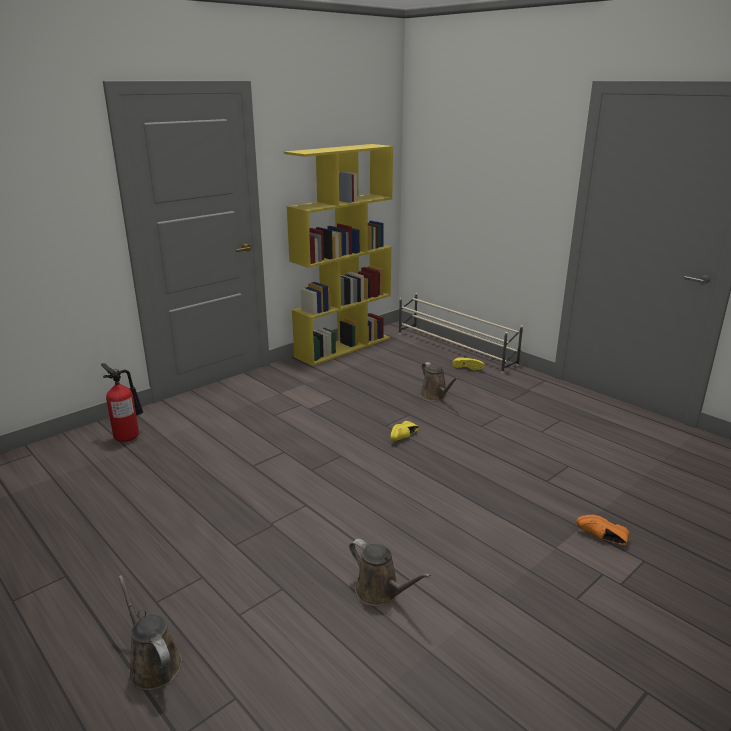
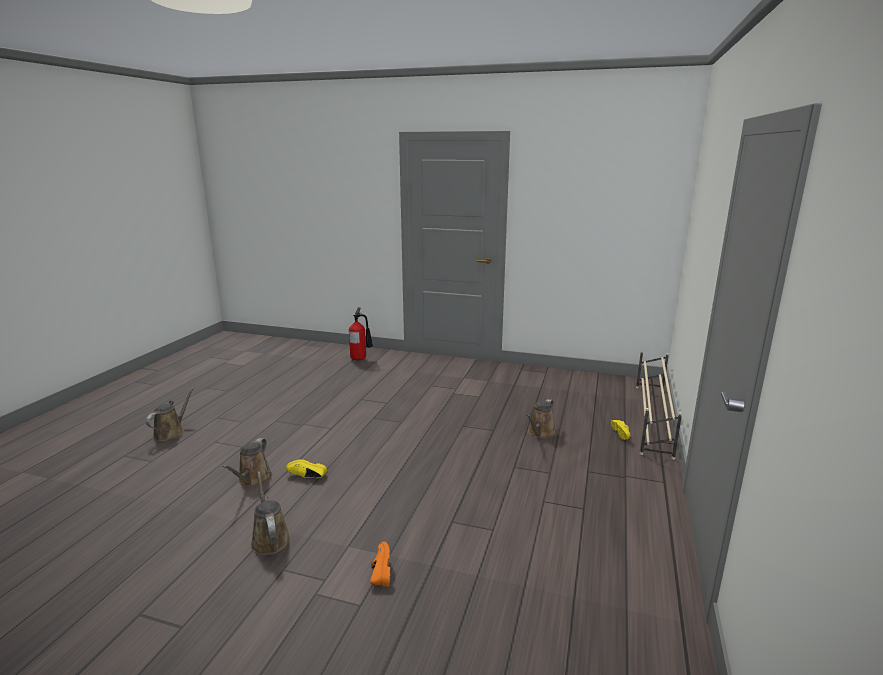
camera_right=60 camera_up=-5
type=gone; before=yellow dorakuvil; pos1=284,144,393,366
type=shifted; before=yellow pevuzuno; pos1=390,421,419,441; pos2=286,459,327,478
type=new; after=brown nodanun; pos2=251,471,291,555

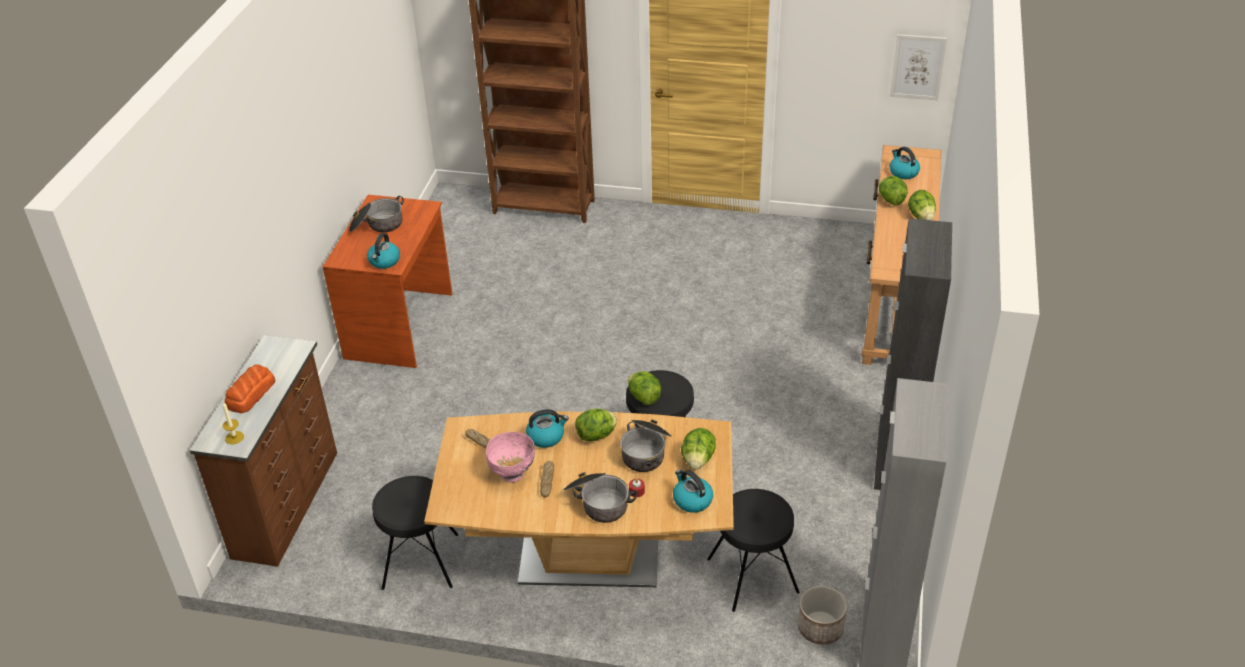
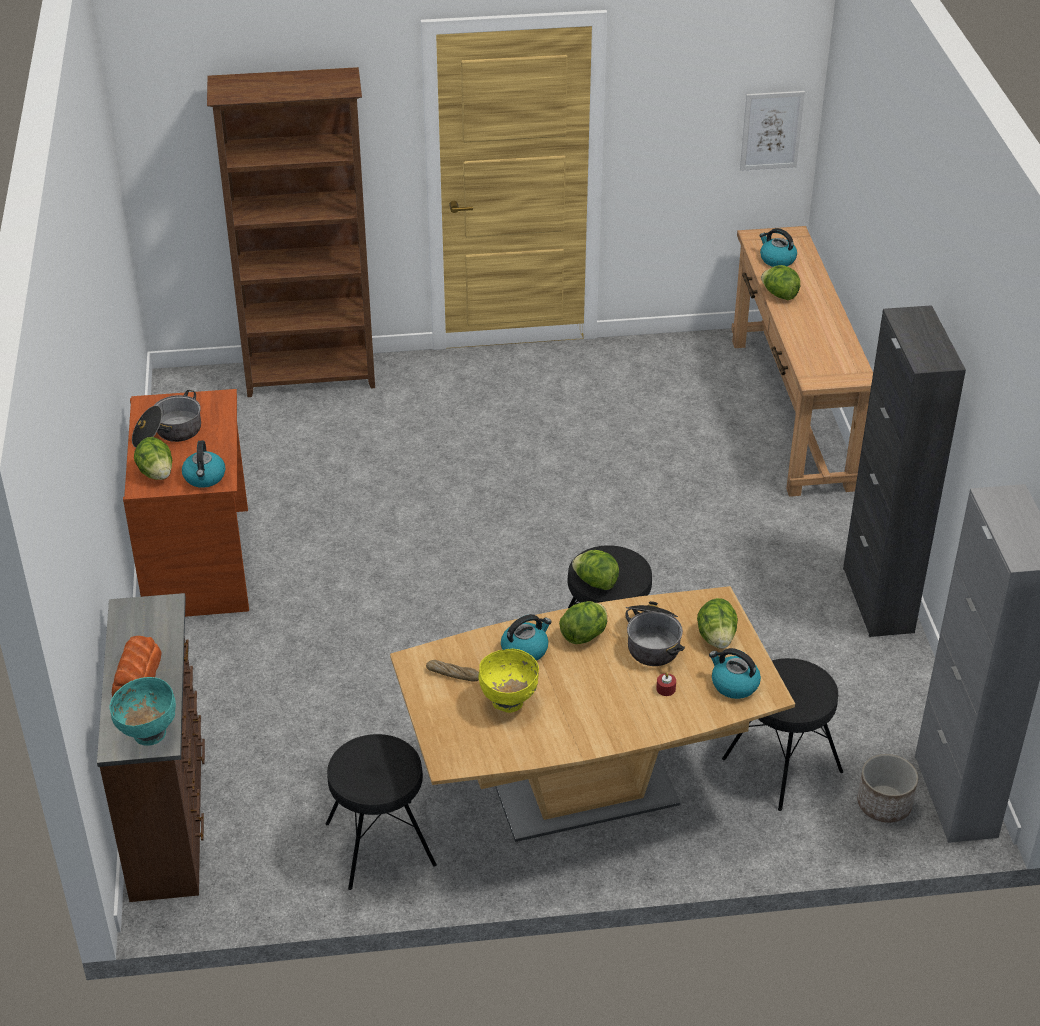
camera_right=-20 camera_up=0
type=shifted; before=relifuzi; pos1=908,190,936,220; pos2=134,437,172,480
type=swapped; before=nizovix; after=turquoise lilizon; pos1=222,402,244,444; pos2=110,677,176,746
type=repainted; before=pink lilizon; after=yellow lilizon; pos1=486,432,535,482; pos2=478,649,539,713
type=gone; before=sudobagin; pos1=540,461,554,497
type=gone; before=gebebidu; pos1=564,472,638,523

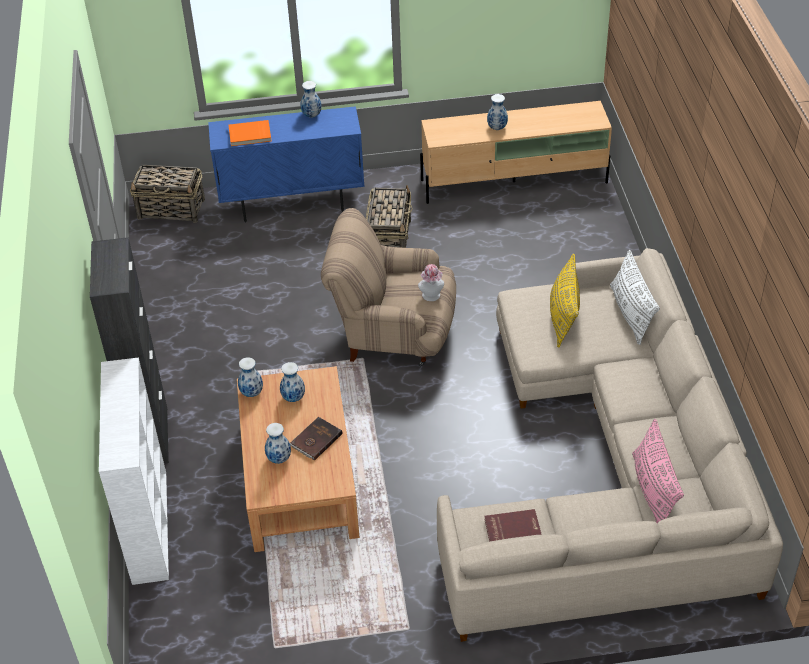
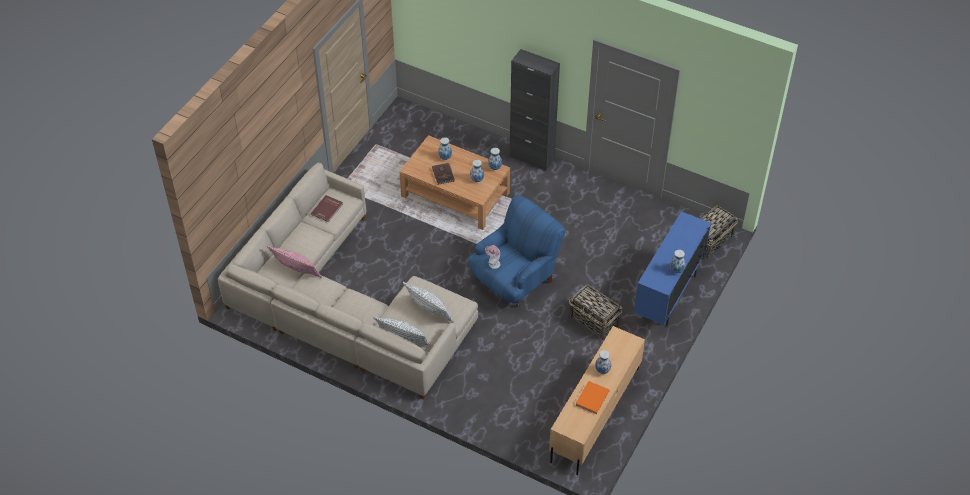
camera_right=125 camera_up=5
type=shifted; before=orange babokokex; pos1=229,120,271,146; pos2=576,381,610,414
type=repainted; before=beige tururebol; after=blue tururebol; pos1=321,208,456,367; pos2=468,195,565,306
type=repainted; before=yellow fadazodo; after=white fadazodo; pos1=550,253,580,347; pos2=403,282,454,323
type=gone; before=white dorakuvil; pos1=99,357,169,585

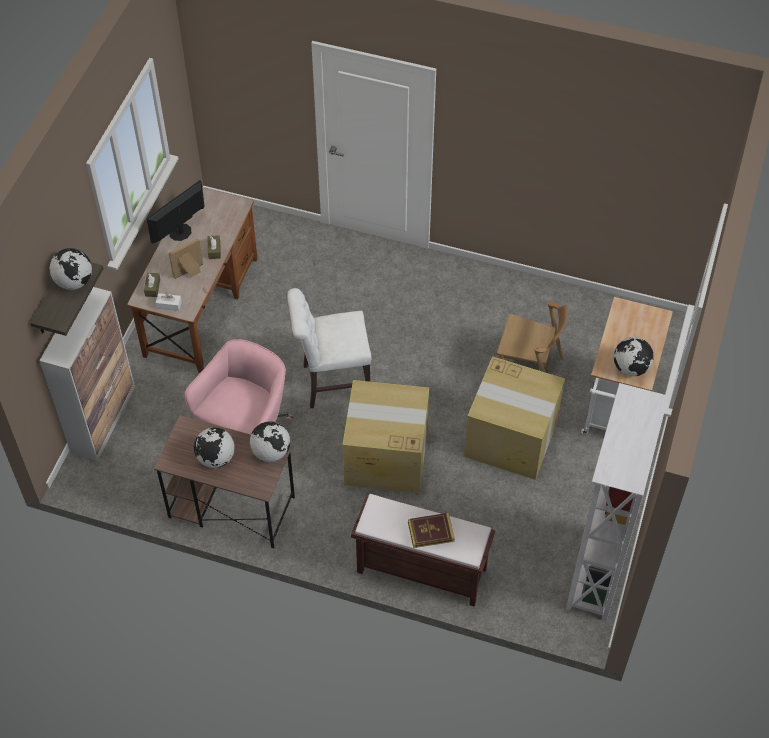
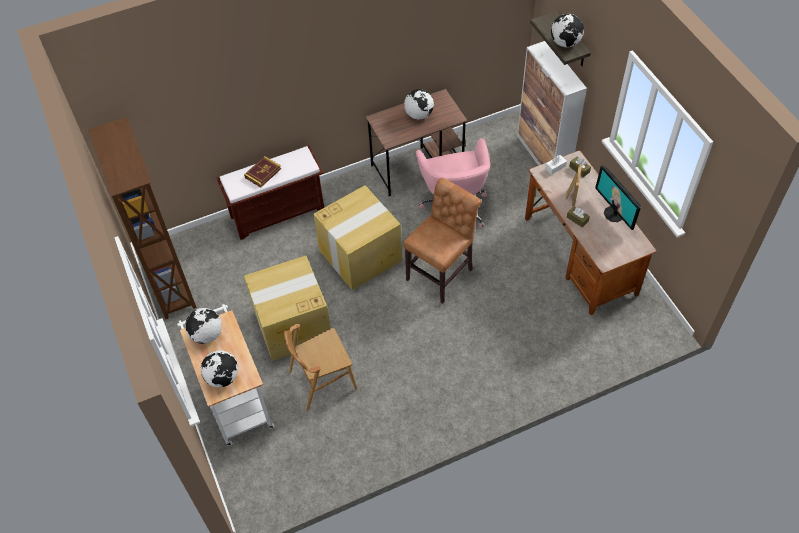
camera_right=140 camera_up=0
type=rotated; before=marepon; pos1=147,180,204,244; pos2=595,165,641,230; turn=150
type=repainted; before=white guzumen; after=brown guzumen; pos1=287,288,371,409; pos2=403,178,482,304
type=repainted; before=white dorakuvil; after=brown dorakuvil; pos1=566,383,668,621; pos2=88,117,197,319
type=shifted; before=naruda; pos1=250,421,290,462; pos2=201,350,238,387

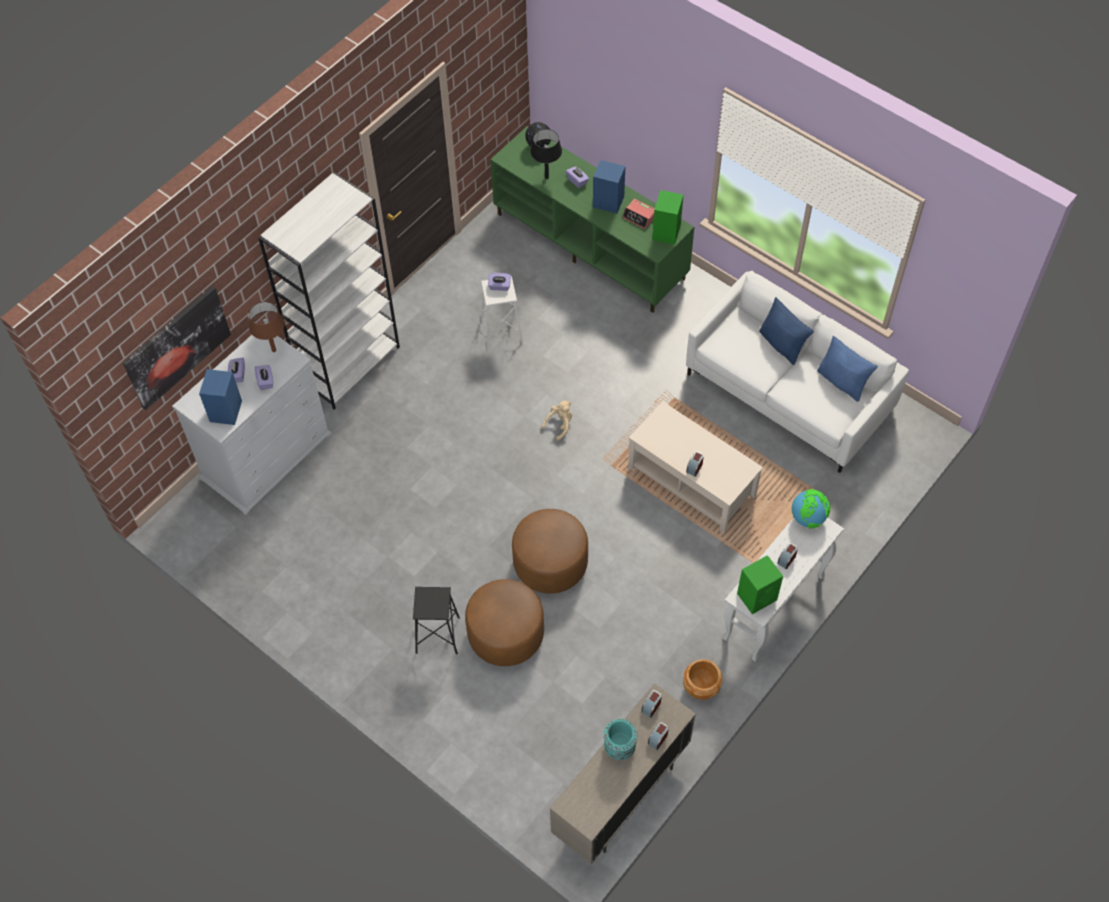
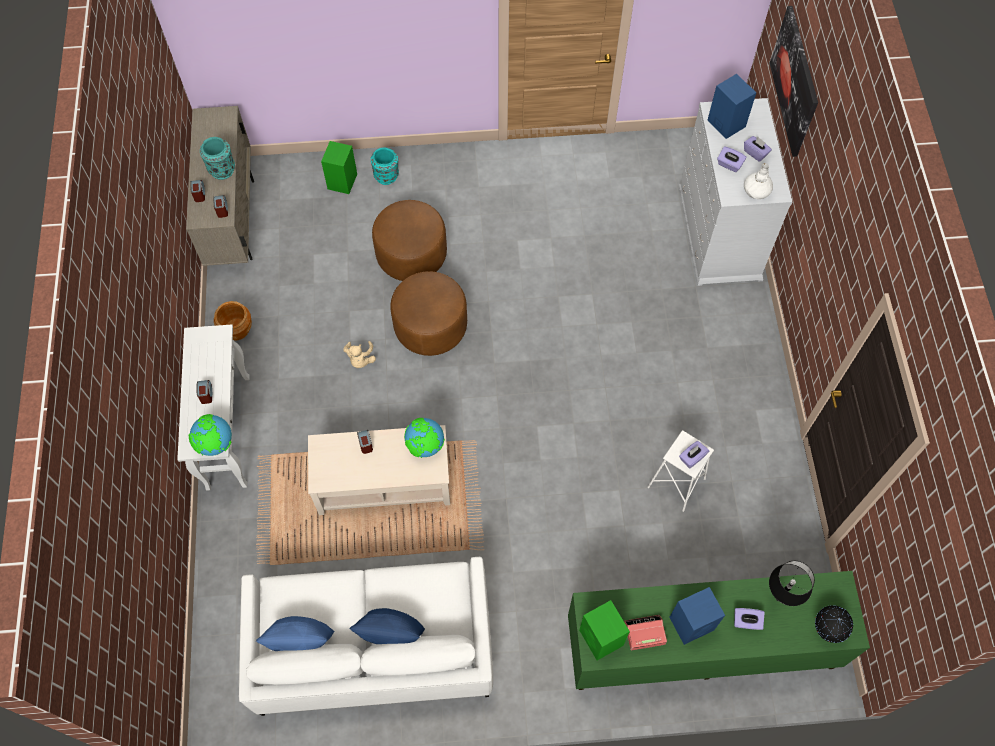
camera_right=135 camera_up=5
type=gone; before=white dorakuvil; pos1=258,172,400,409
type=swapped; before=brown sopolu; after=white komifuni; pos1=249,302,285,352; pos2=744,163,773,199
type=shifted; before=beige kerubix; pos1=541,401,572,441; pos2=343,341,376,368
type=shifted; before=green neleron; pos1=737,555,783,614; pos2=321,141,357,194
type=gone; before=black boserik; pos1=413,587,460,654
type=new; after=turquoise komifuni; pos2=371,147,399,185
type=new; after=naruda; pos2=404,418,445,458

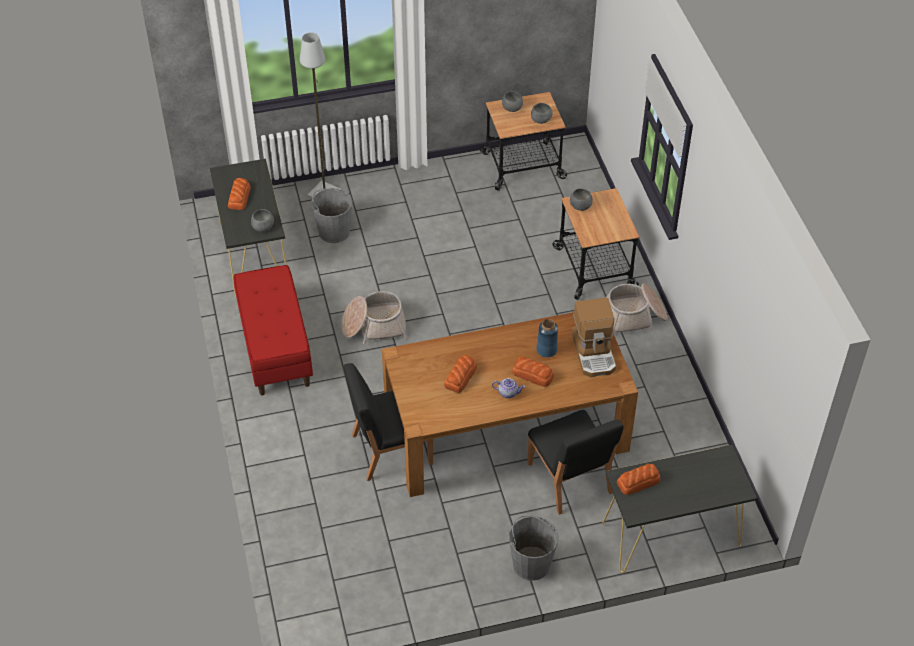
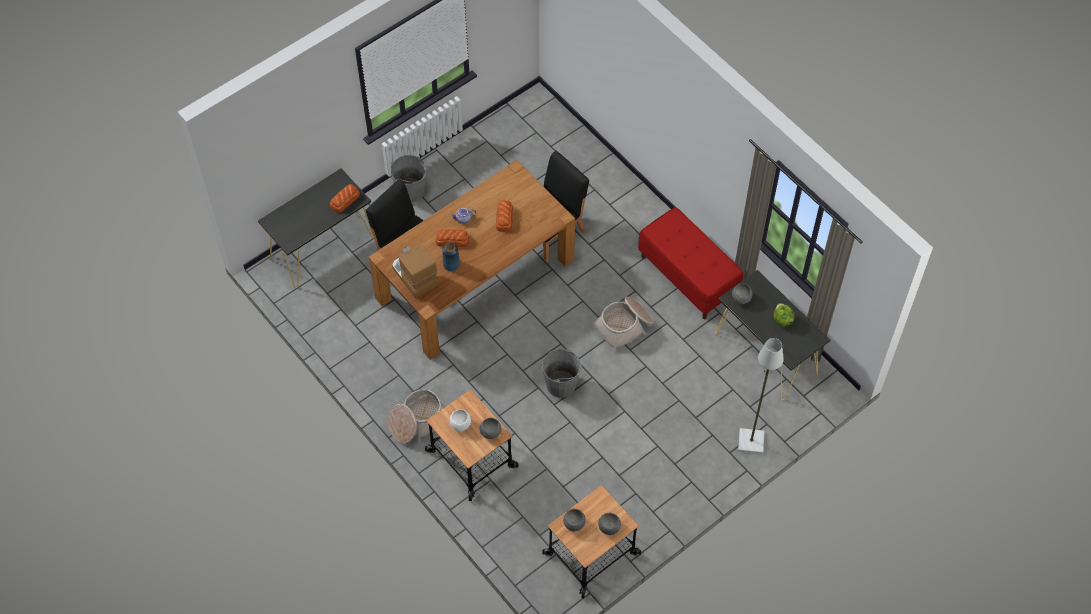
camera_right=155 camera_up=10
type=swapped; before=sudobagin; after=relifuzi; pos1=228,178,251,210; pos2=773,303,795,327
type=shifted; before=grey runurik; pos1=311,188,352,243; pos2=542,349,582,398
type=new; after=white lilizon; pos2=450,409,471,431

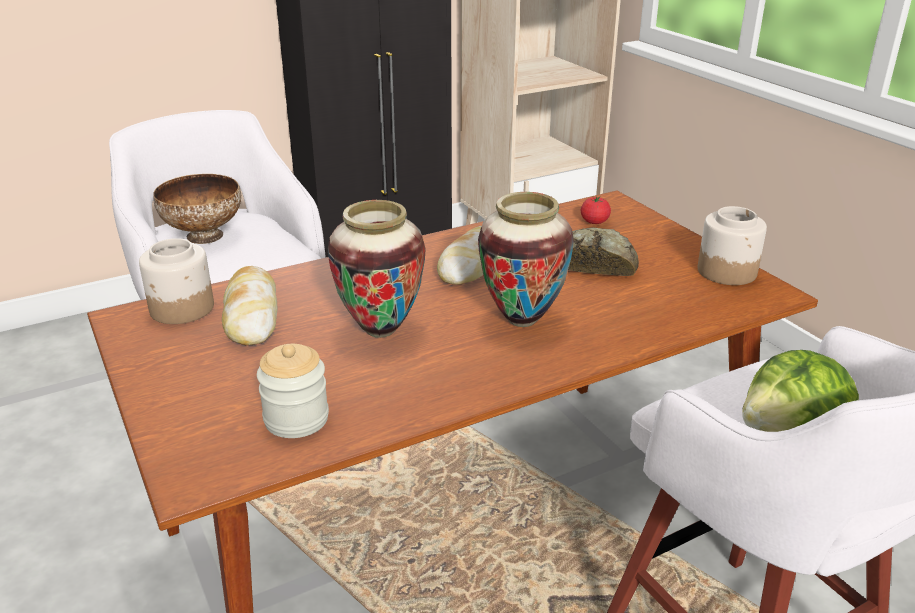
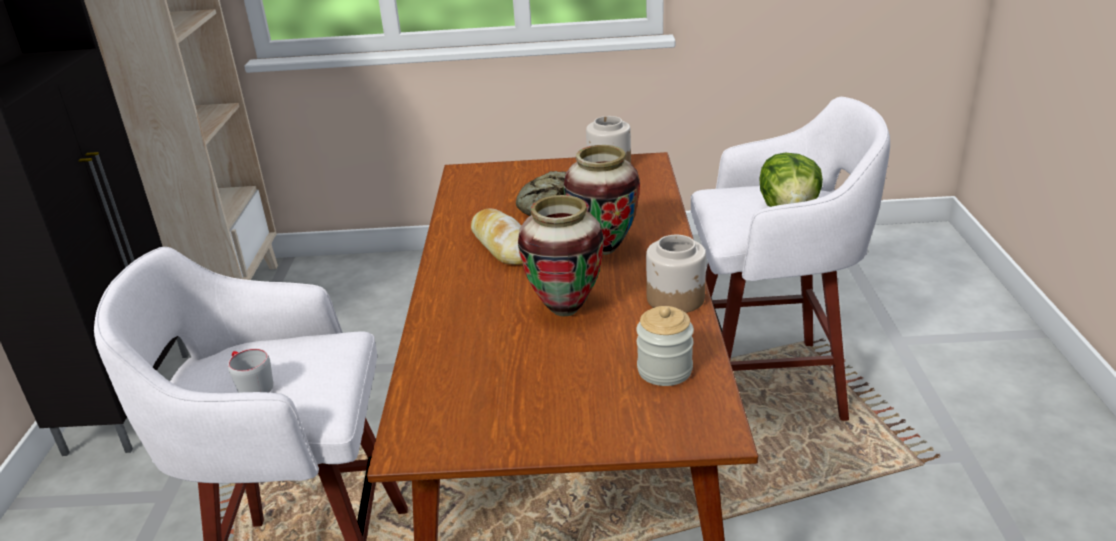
camera_right=-60 camera_up=0
type=swapped; before=lilizon; after=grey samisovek; pos1=153,174,241,244; pos2=228,349,273,393
type=gone; before=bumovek; pos1=581,196,611,224
type=shifted; before=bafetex; pos1=139,238,214,324; pos2=646,235,706,313
type=gone; before=sudobagin; pos1=222,266,278,346

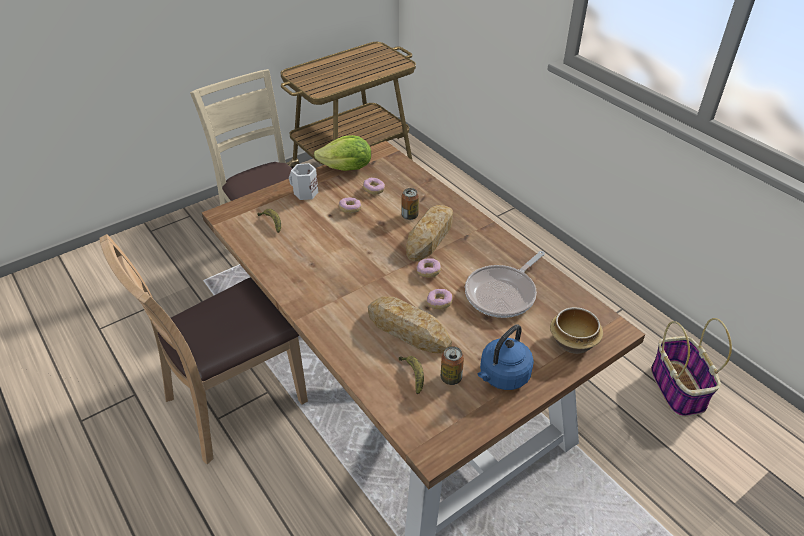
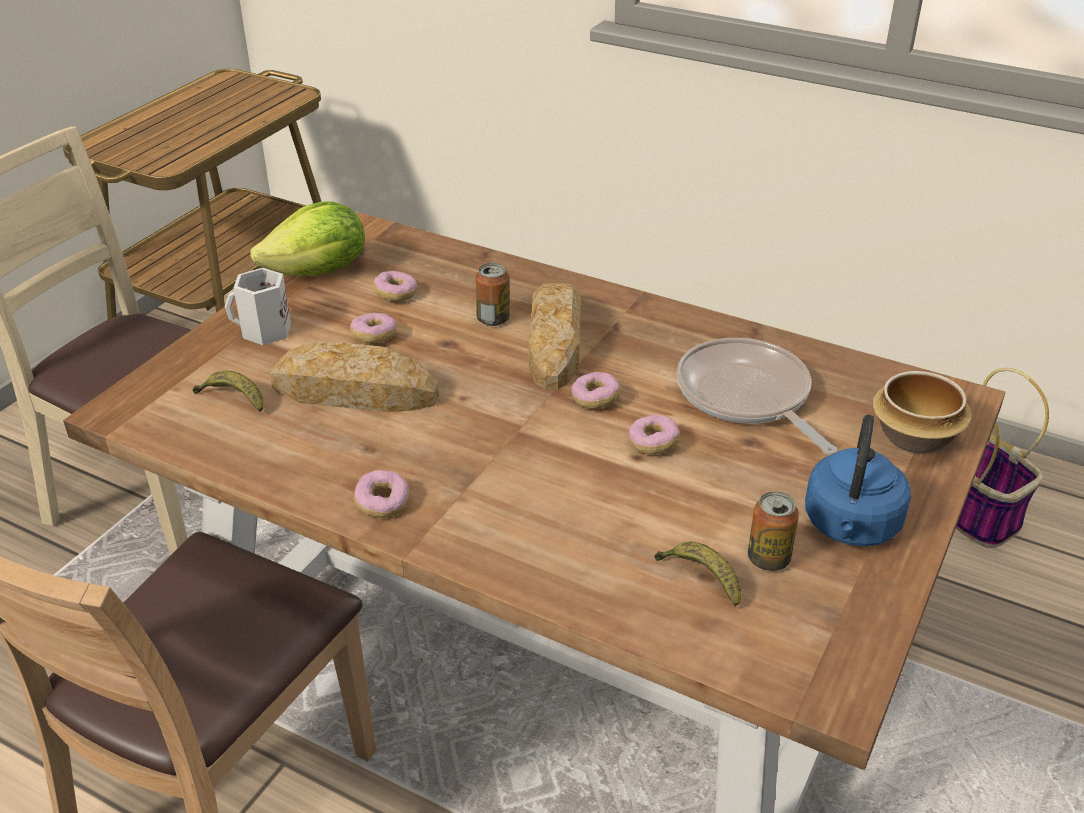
camera_right=-25 camera_up=-5
type=rotated; before=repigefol; pos1=465,251,545,318; pos2=677,338,837,455; turn=135
type=shifted; before=sudobagin; pos1=368,297,452,354; pos2=270,340,439,412
type=new; after=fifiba; pos2=354,470,409,518

